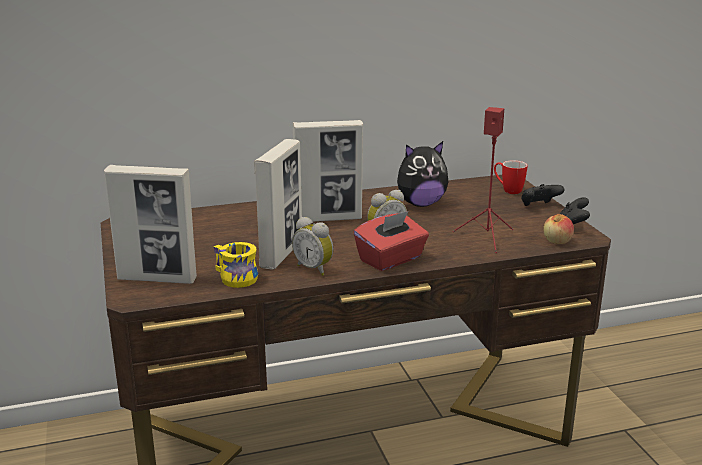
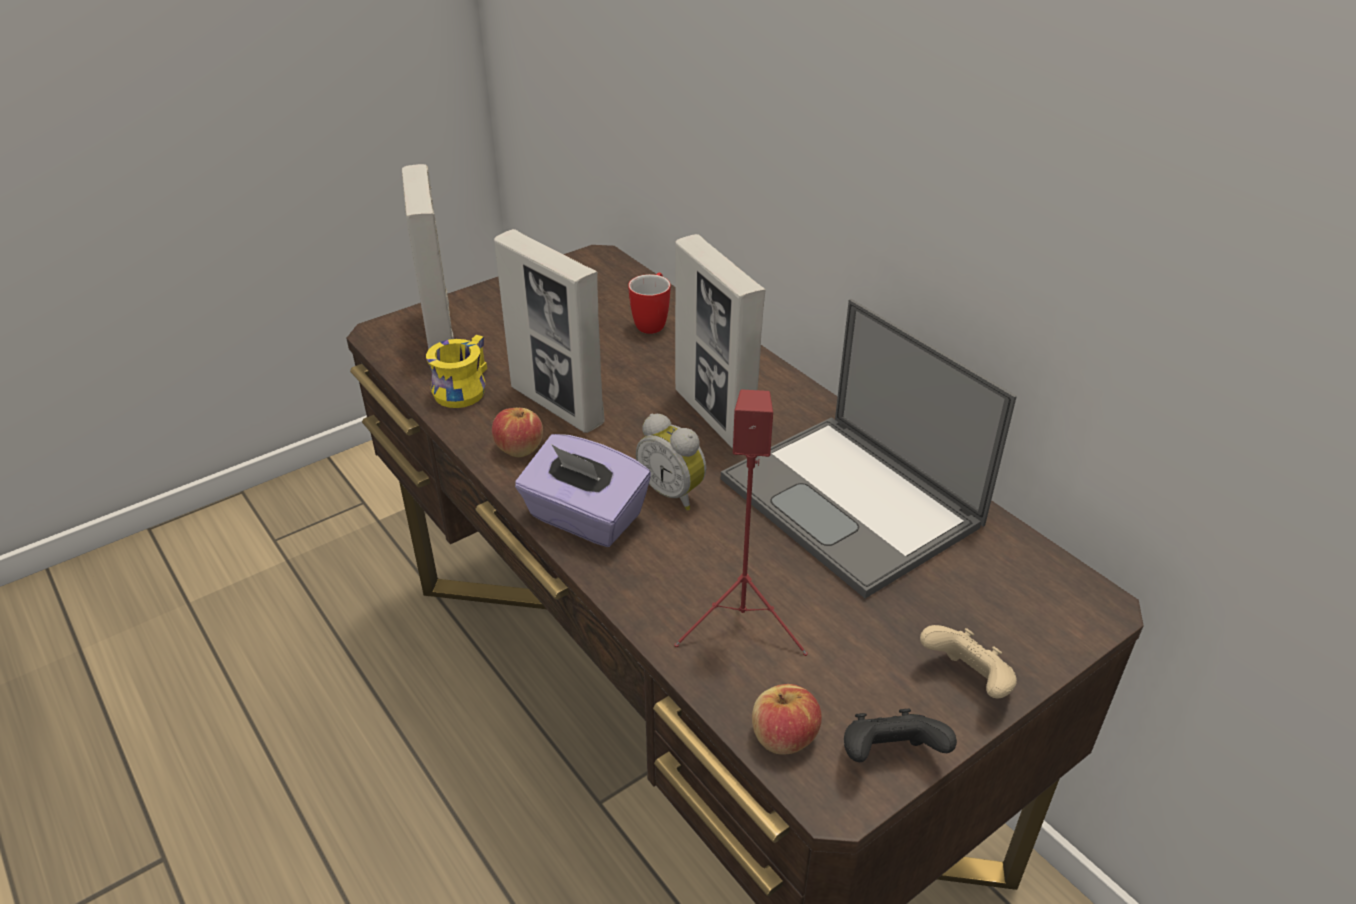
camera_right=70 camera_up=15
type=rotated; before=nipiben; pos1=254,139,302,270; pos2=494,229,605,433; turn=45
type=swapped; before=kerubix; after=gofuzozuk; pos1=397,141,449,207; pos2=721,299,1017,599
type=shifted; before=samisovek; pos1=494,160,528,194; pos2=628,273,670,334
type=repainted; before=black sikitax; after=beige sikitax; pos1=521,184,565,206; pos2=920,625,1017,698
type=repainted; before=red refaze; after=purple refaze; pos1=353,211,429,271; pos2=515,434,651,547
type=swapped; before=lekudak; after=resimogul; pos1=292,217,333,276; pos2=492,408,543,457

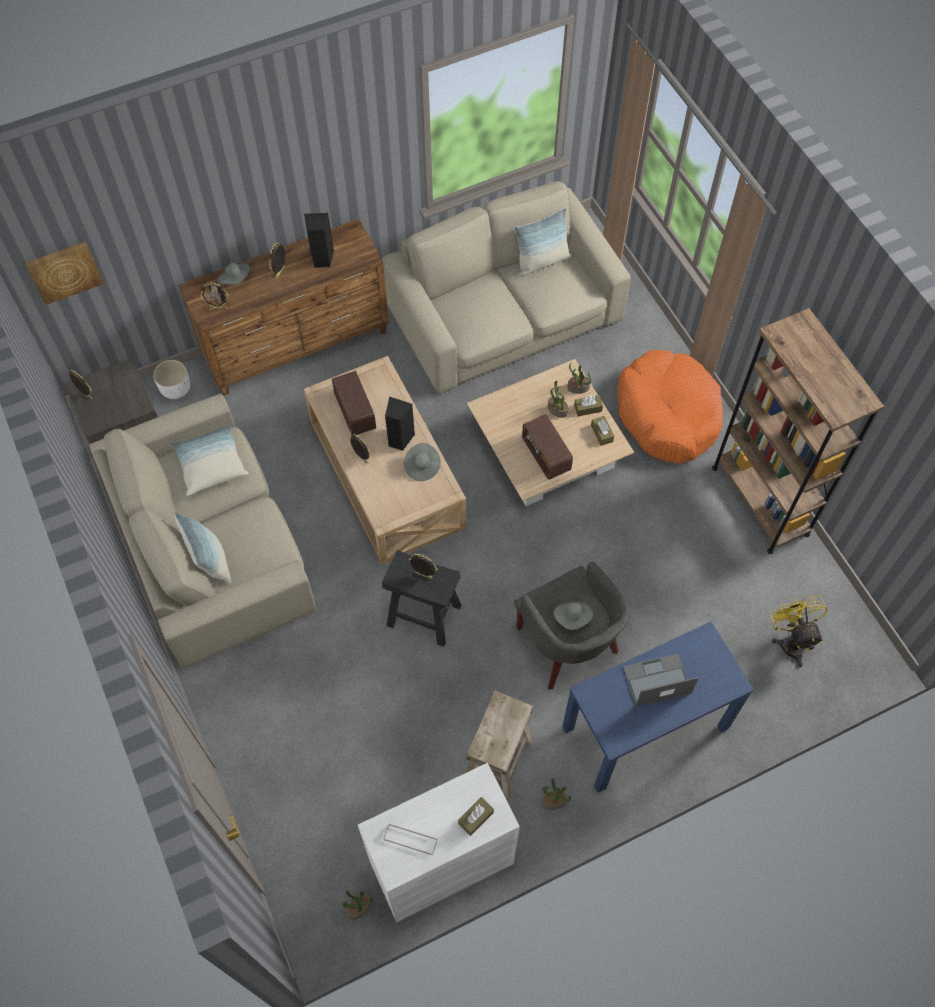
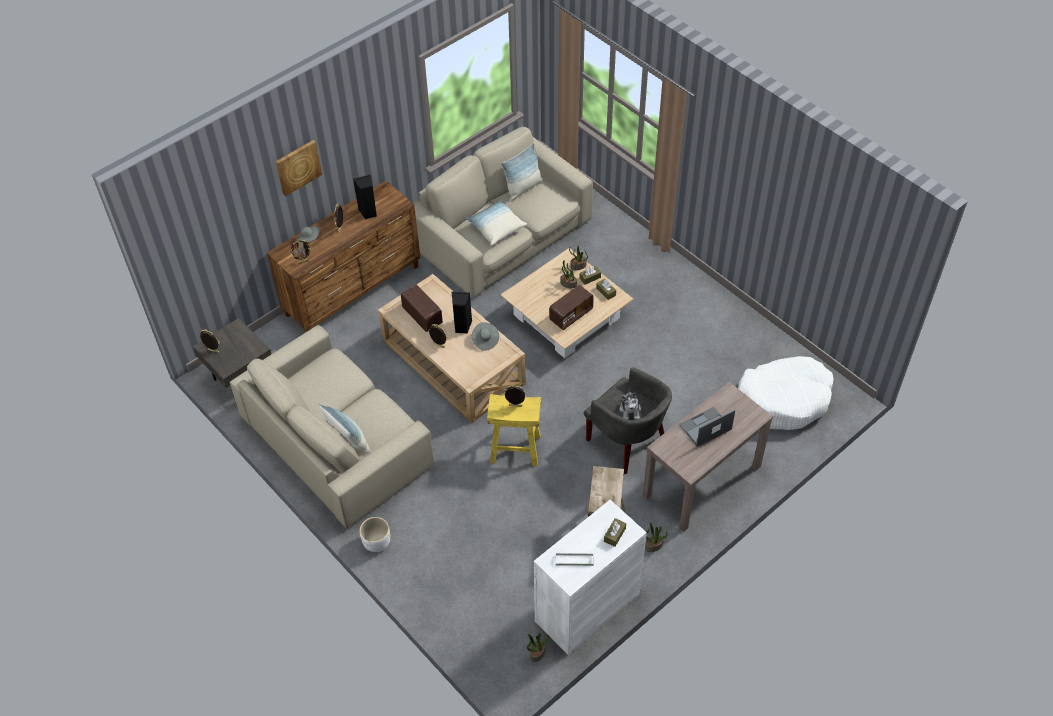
camera_right=-15 camera_up=-10
type=shifted; before=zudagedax; pos1=25,242,104,305; pos2=276,140,322,196
type=gone; before=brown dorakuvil; pos1=712,308,884,554
type=gone; before=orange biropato; pos1=617,350,723,464
type=shifted; before=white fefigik; pos1=153,360,190,399; pos2=359,517,390,552
type=rotated; before=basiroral; pos1=522,414,573,480; pos2=549,285,594,330; turn=-90
type=shifted; before=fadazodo; pos1=171,424,249,496; pos2=466,200,527,245
type=repainted; before=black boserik; after=yellow boserik; pos1=382,550,461,647; pos2=487,394,541,466
type=swapped; before=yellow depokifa; after=white biropato; pos1=770,594,828,667; pos2=738,356,833,430
type=swapped; before=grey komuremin; after=kerubix; pos1=554,602,593,630; pos2=619,388,641,420
type=repainted; before=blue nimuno; after=brown nimuno; pos1=562,621,754,793; pos2=643,382,773,532

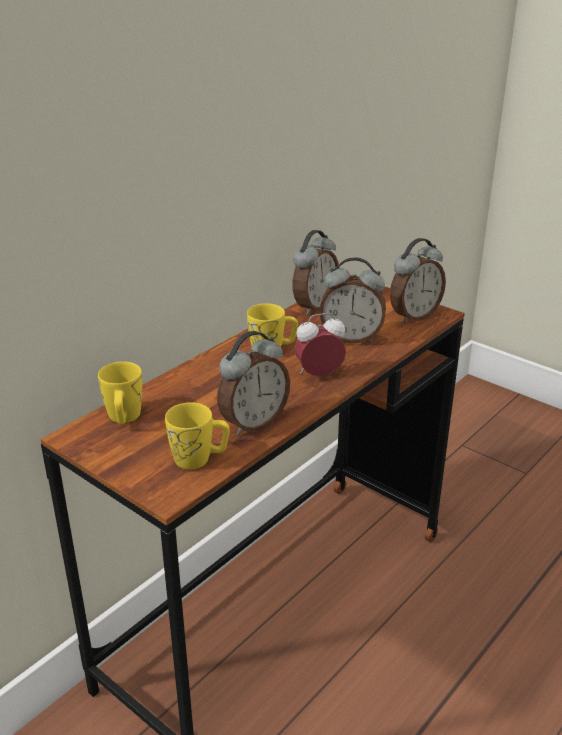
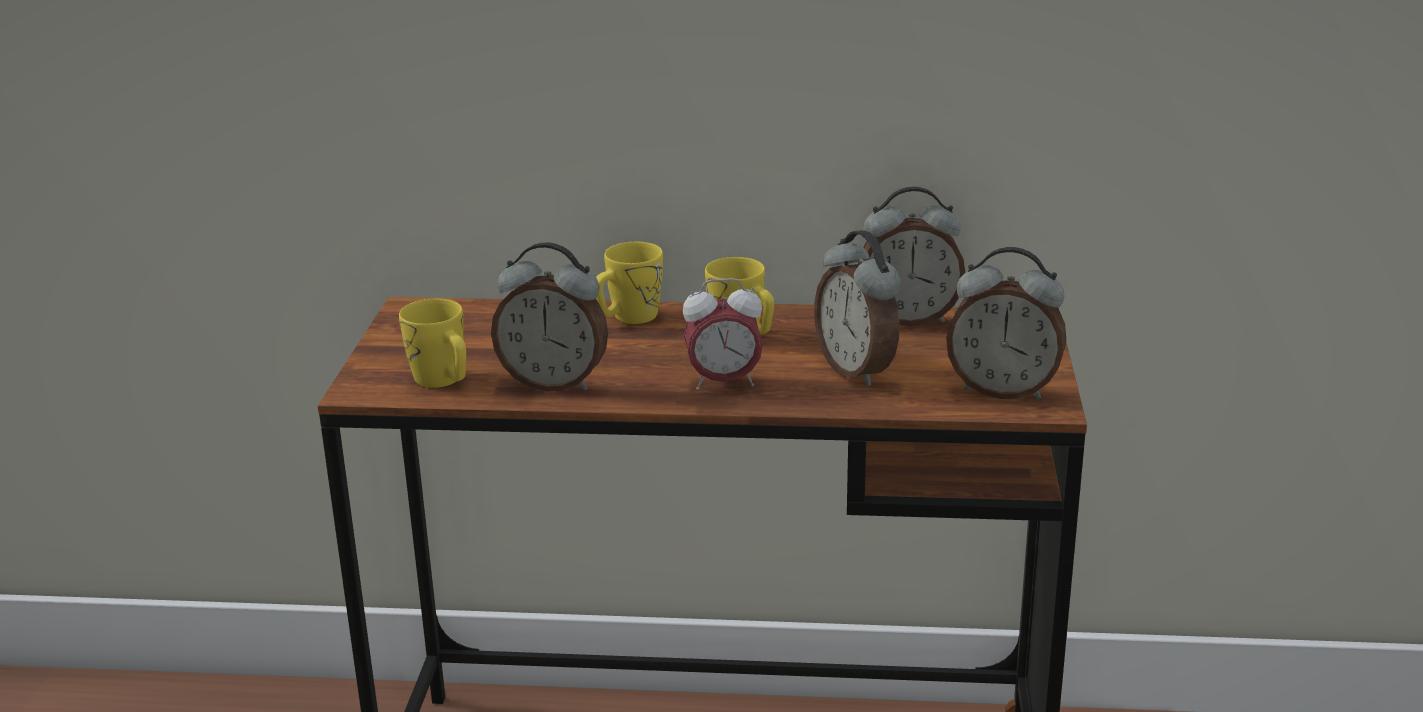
camera_right=55 camera_up=-5
type=rotated; before=lekudak; pos1=295,313,346,376; pos2=683,278,763,390; turn=135
type=shifted; before=yellow samisovek; pos1=98,362,142,424; pos2=596,242,663,324

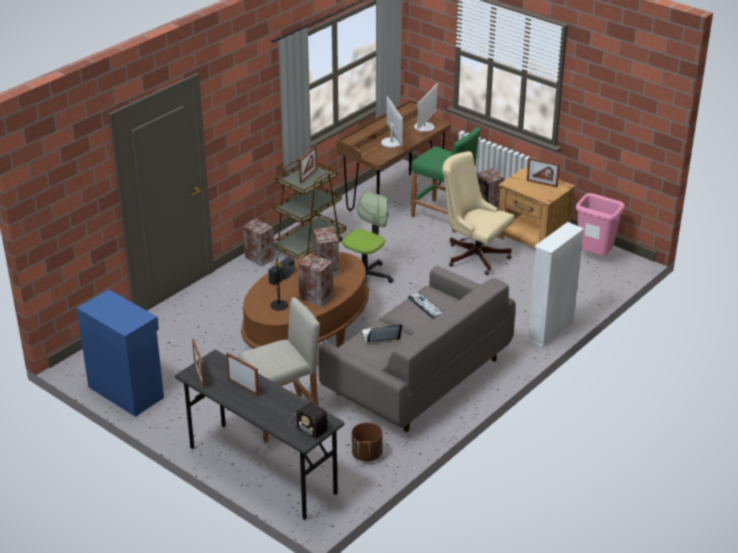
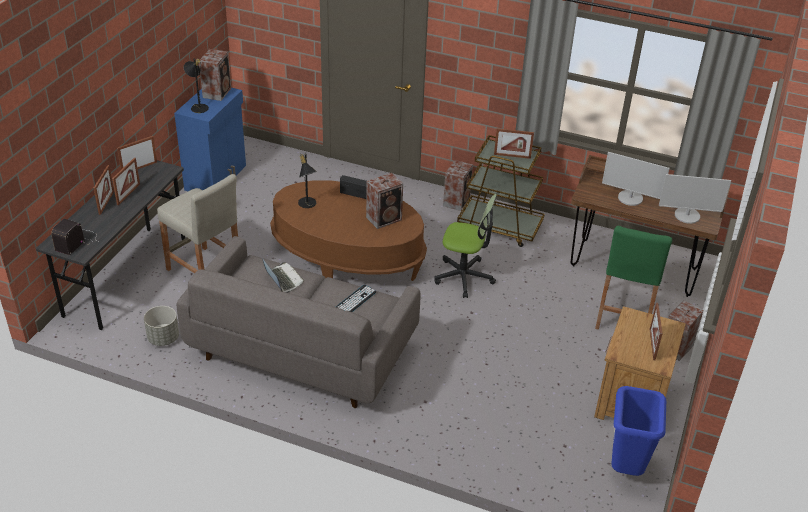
camera_right=70 camera_up=5
type=rotated; before=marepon; pos1=381,97,403,148; pos2=602,152,670,206; turn=60
type=gone; before=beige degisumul; pos1=442,151,514,275
type=repainted; before=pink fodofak; after=blue fodofak; pos1=576,193,625,256; pos2=611,386,666,476
type=gone; before=white dorakuvil; pos1=527,222,584,348
type=shifted; before=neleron; pos1=298,253,333,307; pos2=199,49,231,101
type=repainted; before=brown fefigik; after=grey fefigik; pos1=352,423,383,462; pos2=144,306,179,346
type=new; after=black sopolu; pos2=183,59,209,113
type=new; after=nipiben; pos2=94,165,114,215

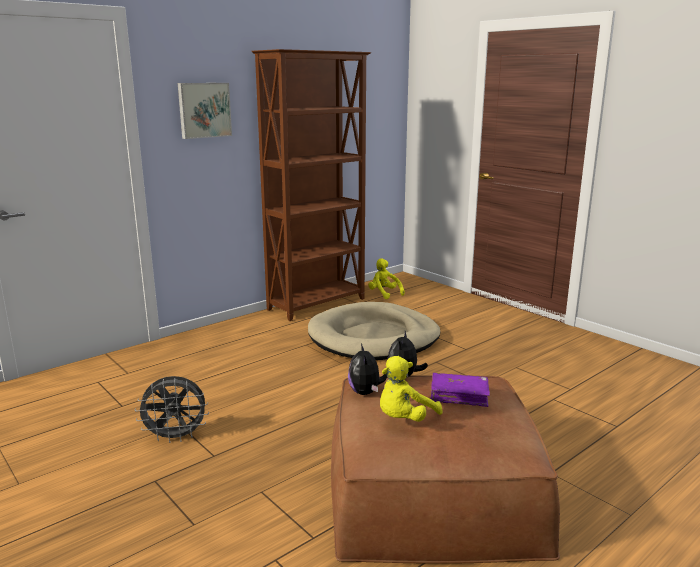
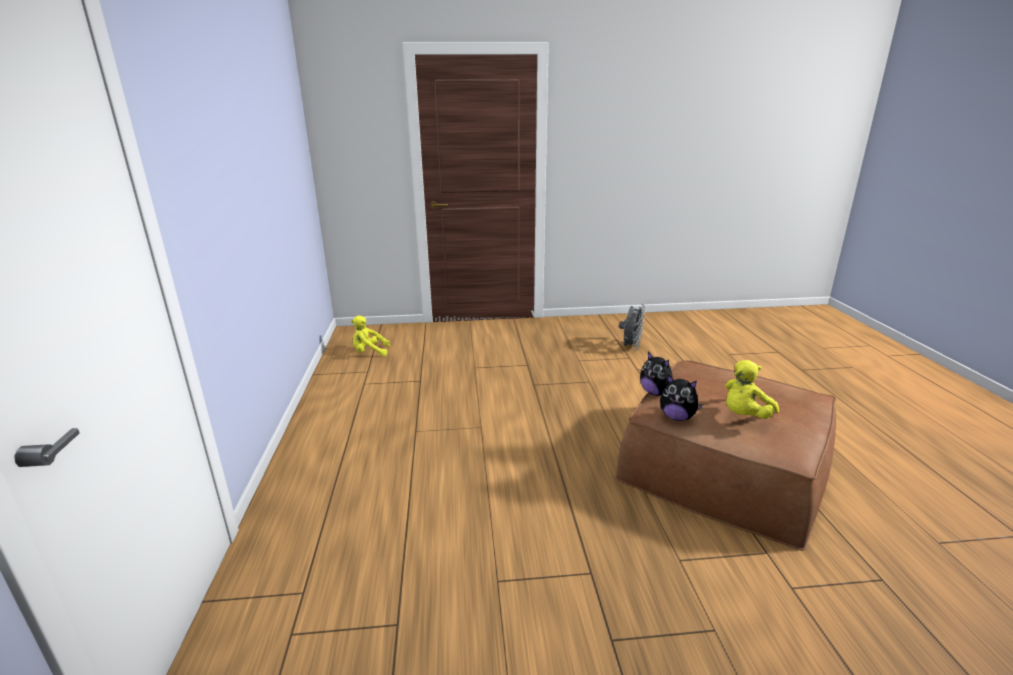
camera_right=-55 camera_up=5
type=gone; before=brown dorakuvil; pos1=251,49,371,321
type=gone; before=zudagedax; pos1=178,83,232,139
type=gone; before=beige biropato; pos1=308,302,440,360
type=rotated; before=yellow kerubix; pos1=380,356,442,422; pos2=725,360,779,419; turn=60
type=gone; before=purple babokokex; pos1=431,373,490,407
type=shifted; before=grey depokifa; pos1=135,376,209,443; pos2=619,304,646,351

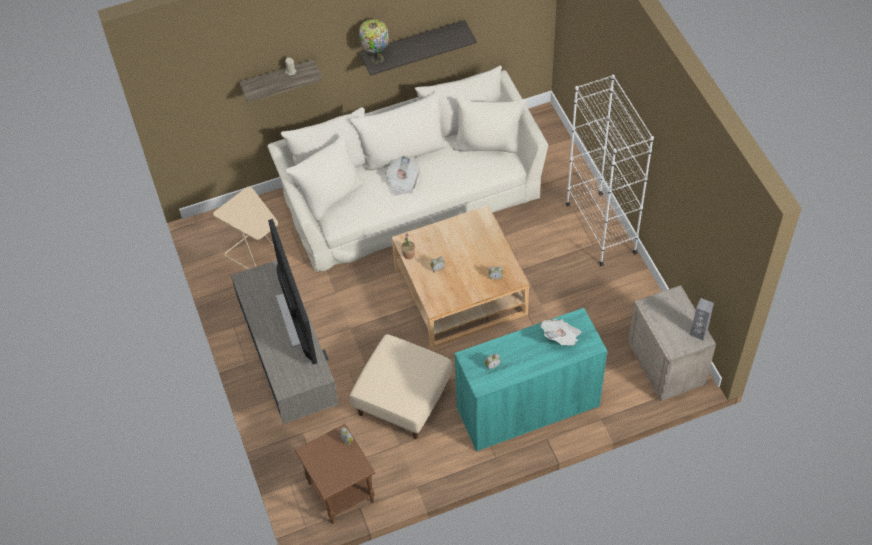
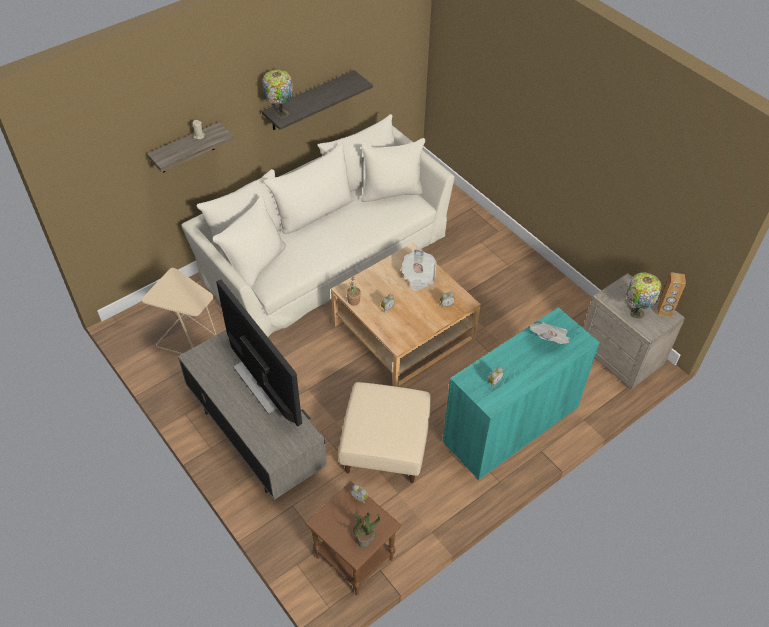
camera_right=-20 camera_up=-5
type=gone; before=white dorakuvil; pos1=566,74,654,266
type=shifted; before=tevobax; pos1=385,156,420,196; pos2=401,249,437,291
type=repainted; before=grey neleron; after=brown neleron; pos1=690,298,714,340; pos2=657,272,686,317
type=new; after=sopolu; pos2=626,272,662,319
type=new; after=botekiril; pos2=353,513,380,547

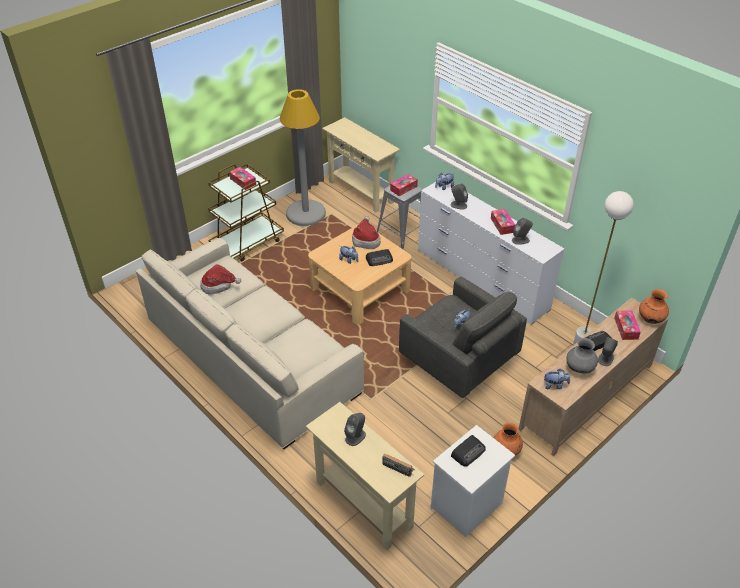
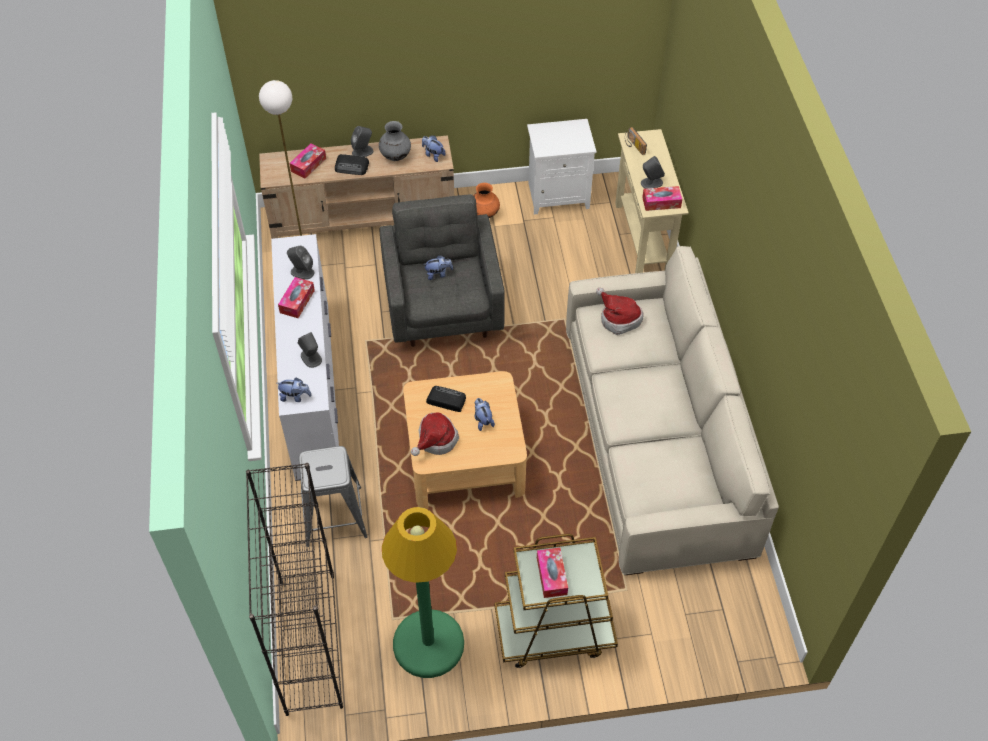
camera_right=-145 camera_up=10
type=repainted; before=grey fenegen; after=green fenegen; pos1=280,89,326,226; pos2=382,507,464,678
type=swapped; before=beige nimuno; after=black dorakuvil; pos1=322,117,400,212; pos2=246,463,343,716
type=shifted; before=refaze; pos1=390,174,418,196; pos2=642,186,682,211
type=shifted; before=komuremin; pos1=200,264,241,295; pos2=596,288,644,335
type=gone; before=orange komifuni; pos1=639,289,669,324
type=gone; before=basiroral; pos1=451,435,486,467

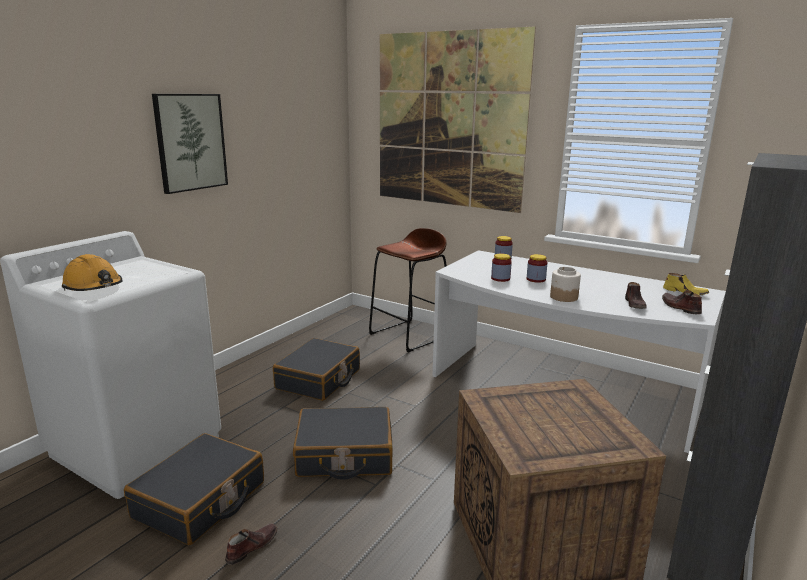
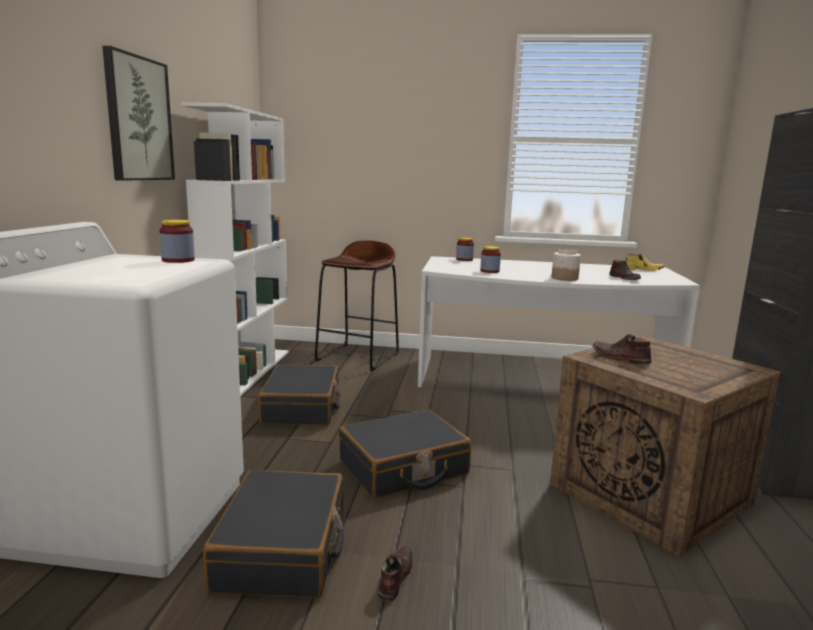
camera_right=-25 camera_up=-5
type=gone; before=zudagedax; pos1=380,26,536,213
type=gone; before=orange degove; pos1=62,254,123,291
type=shifted; before=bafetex; pos1=527,254,548,283; pos2=160,220,195,263
type=shifted; before=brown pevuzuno; pos1=662,290,702,314; pos2=593,334,651,365
type=new; after=white dorakuvil; pos2=181,102,288,396

